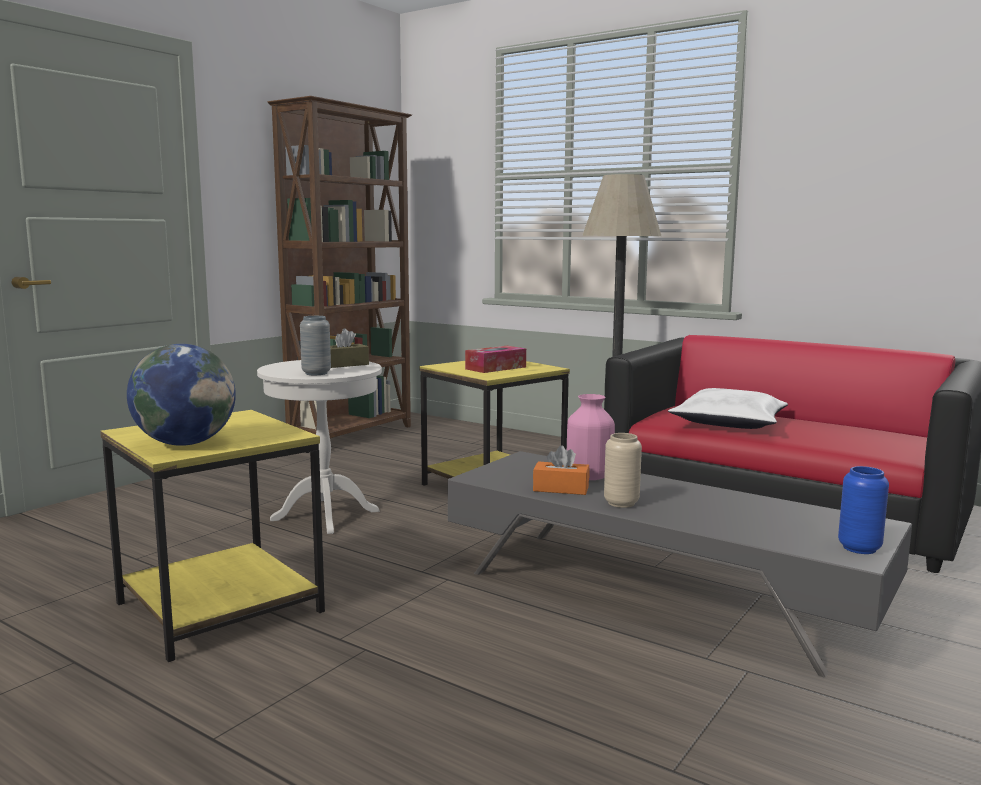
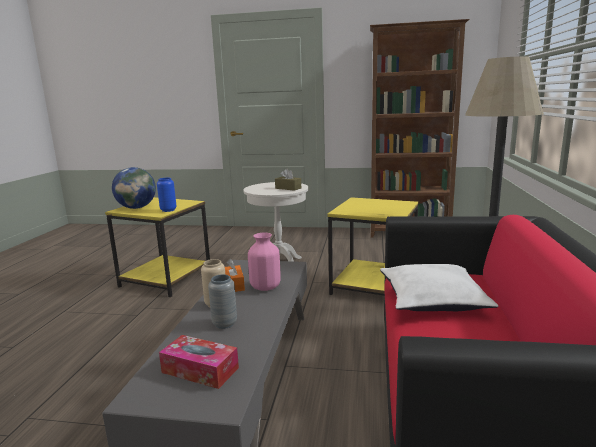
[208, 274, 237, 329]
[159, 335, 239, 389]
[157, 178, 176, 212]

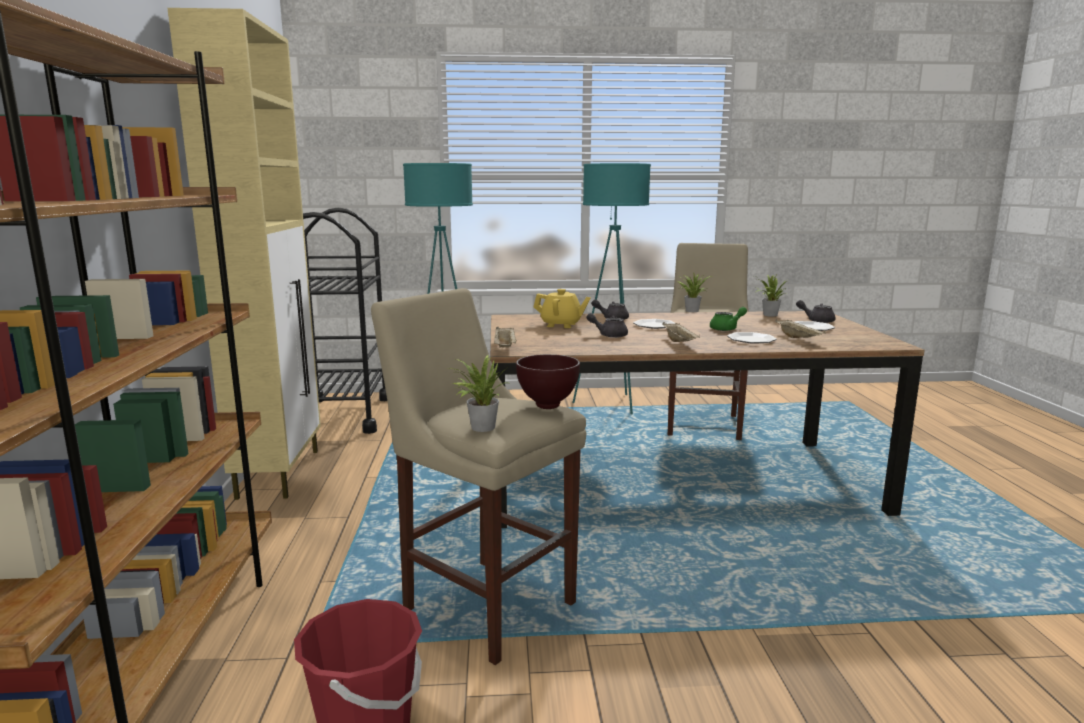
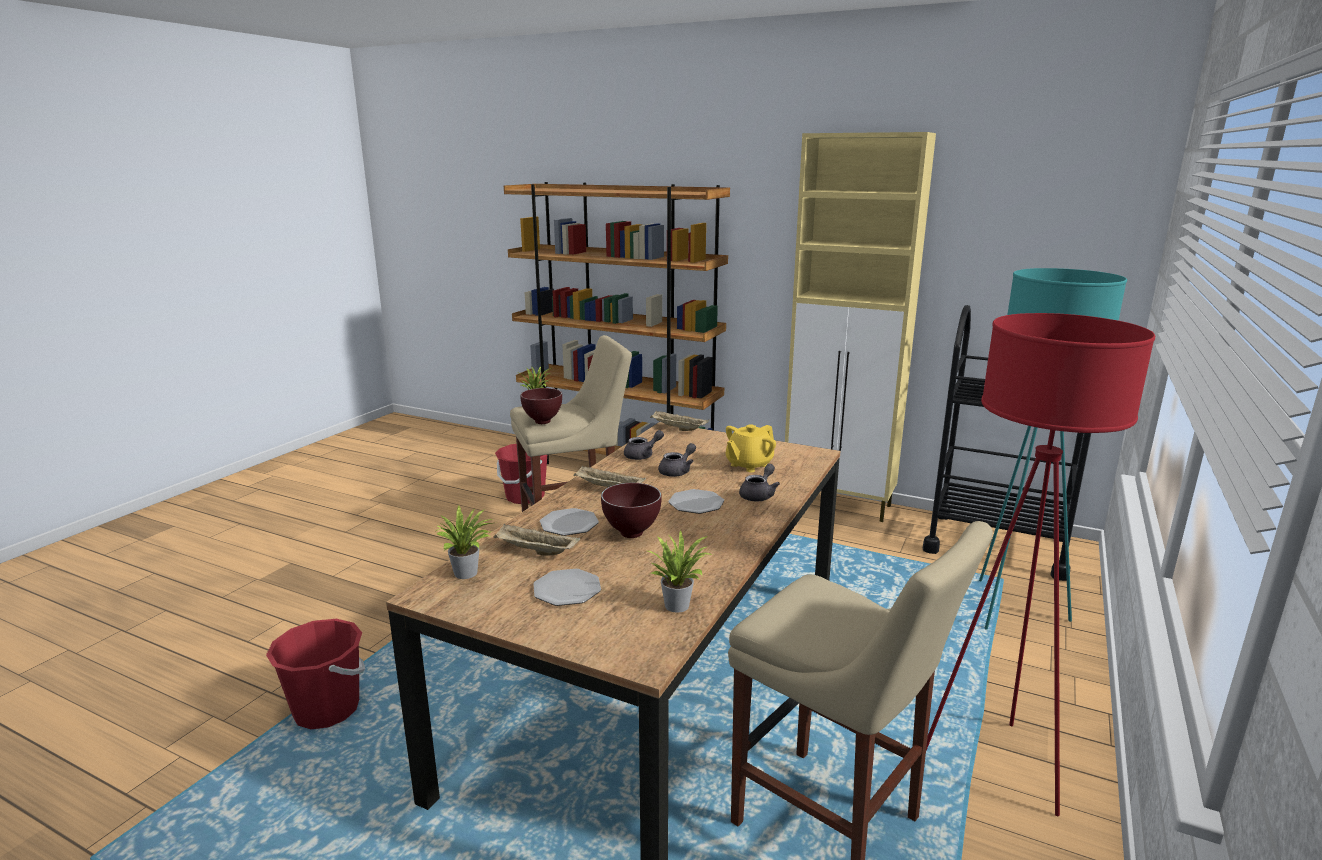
[926, 313, 1155, 816]
[436, 506, 493, 579]
[601, 483, 662, 538]
[624, 430, 664, 460]
[266, 619, 365, 729]

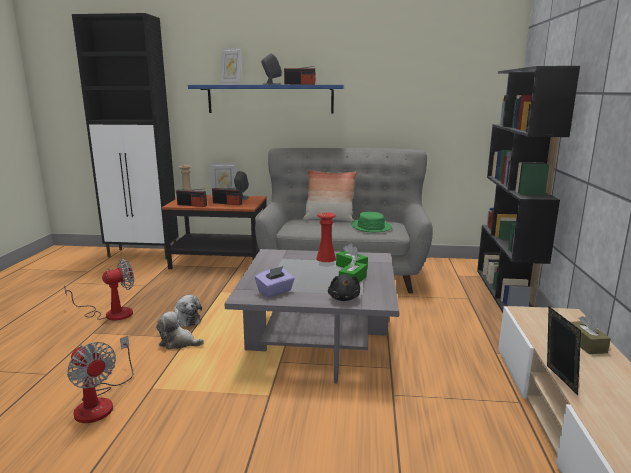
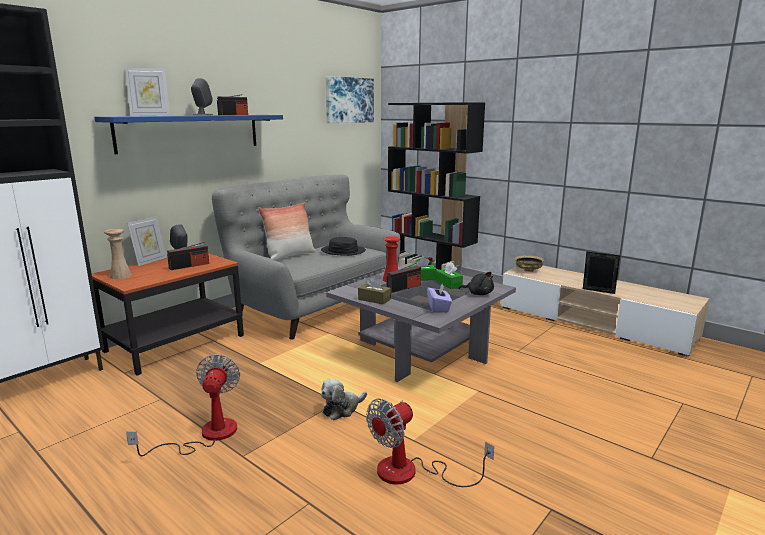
[366, 399, 494, 487]
[174, 295, 202, 327] (first image)
[387, 263, 421, 293]
[321, 237, 366, 256]
[358, 276, 391, 305]
[325, 76, 374, 123]
[515, 256, 545, 272]

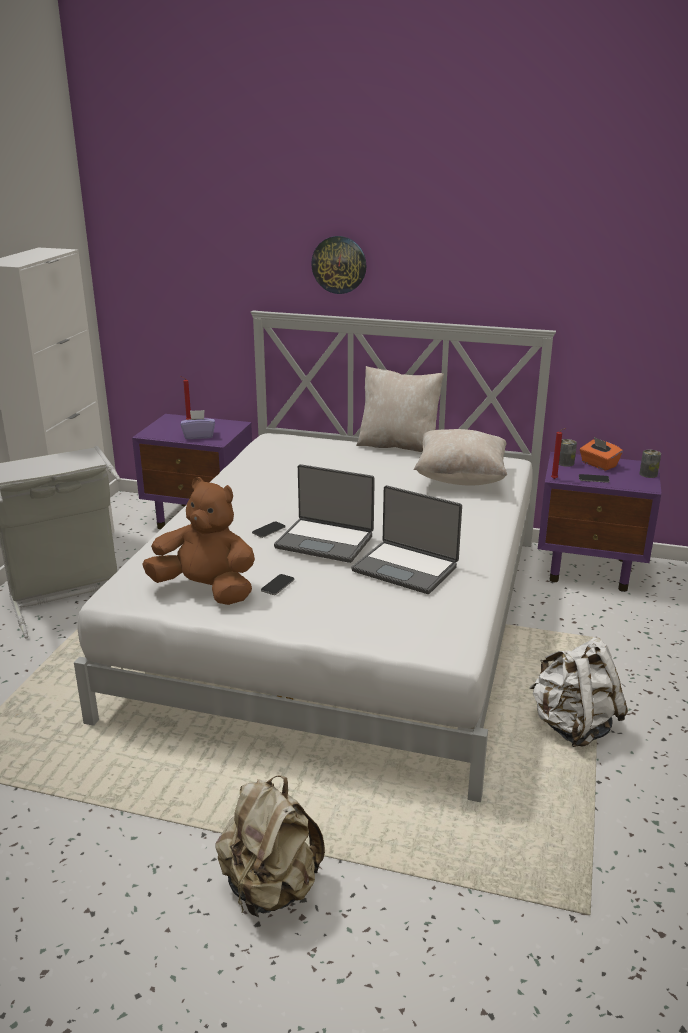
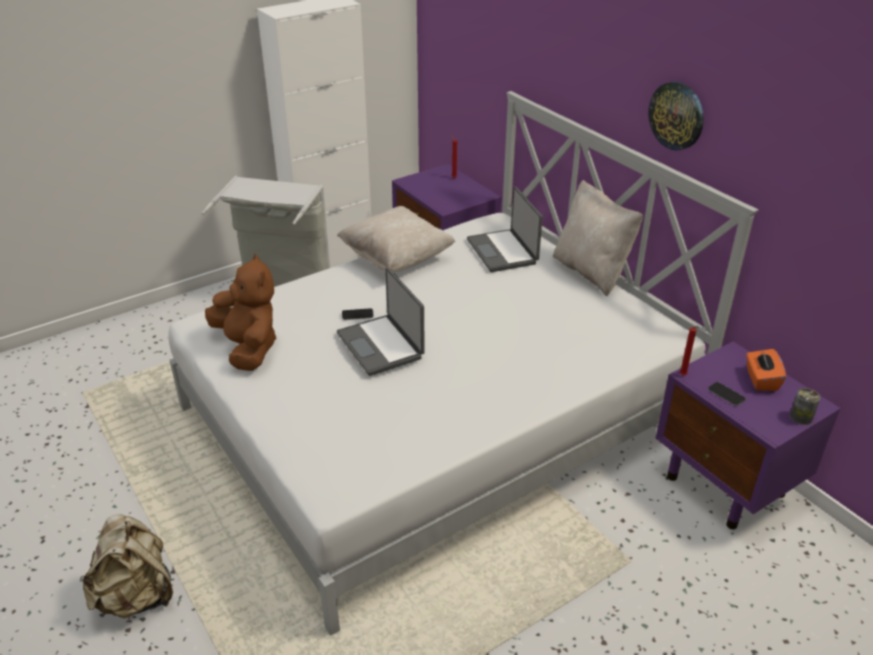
[181, 410, 215, 439] (first image)
[261, 574, 294, 595] (first image)
[648, 82, 704, 151]
[467, 187, 543, 272]
[337, 206, 455, 272]
[530, 637, 628, 747] (first image)
[559, 439, 577, 467] (first image)

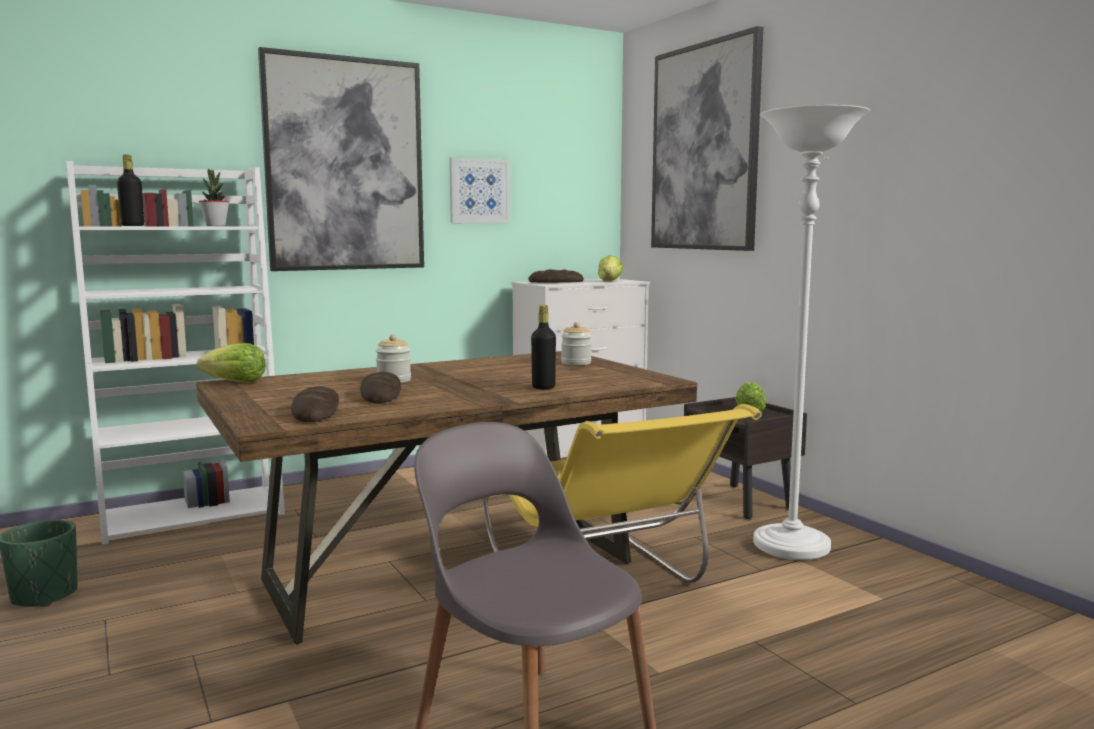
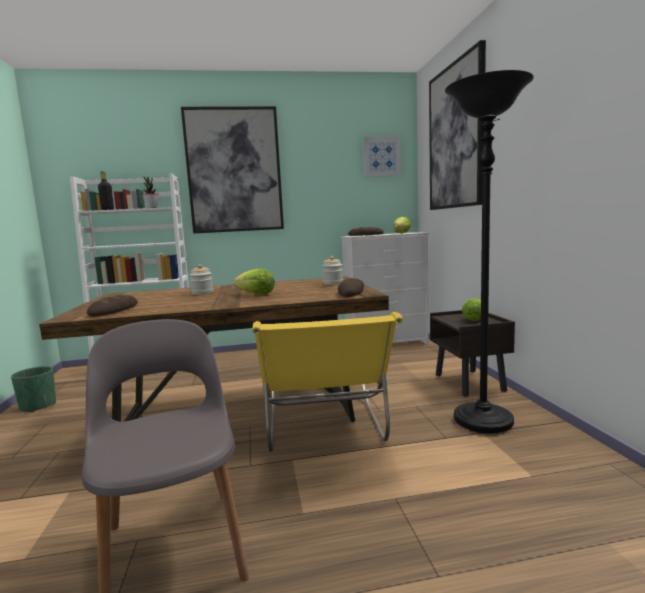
[233, 268, 275, 295]
[338, 278, 364, 297]
[363, 136, 401, 177]
[531, 305, 556, 389] (first image)
[445, 70, 534, 434]

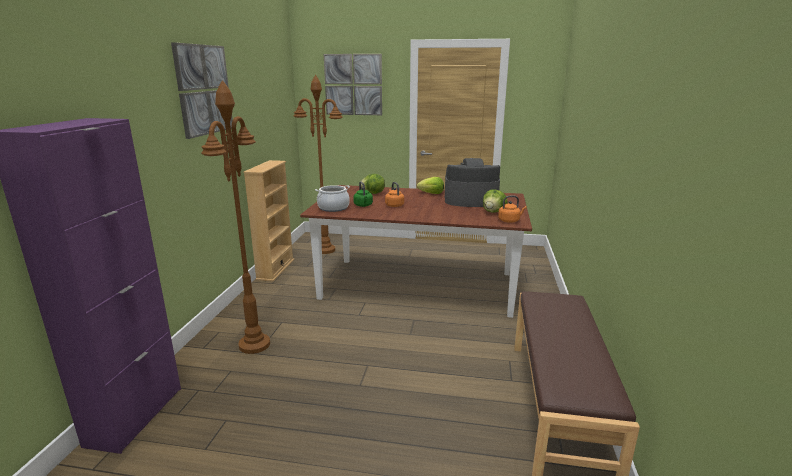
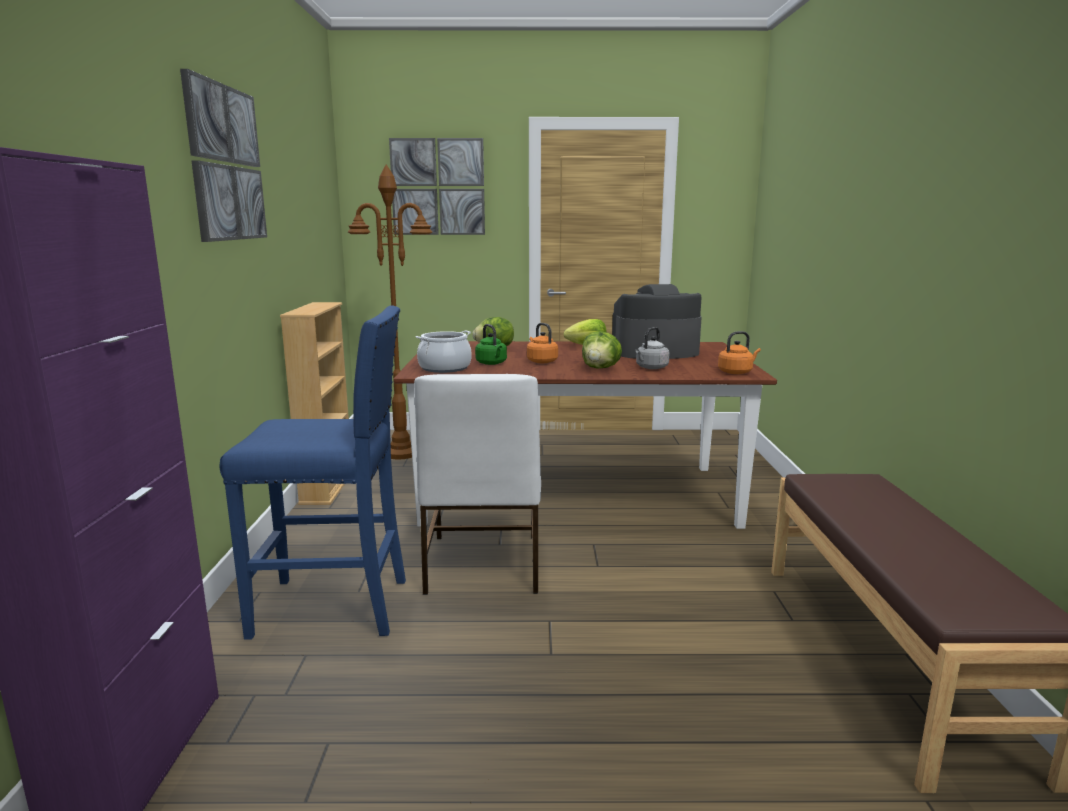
[220, 305, 406, 640]
[582, 331, 622, 369]
[414, 374, 541, 595]
[636, 327, 670, 369]

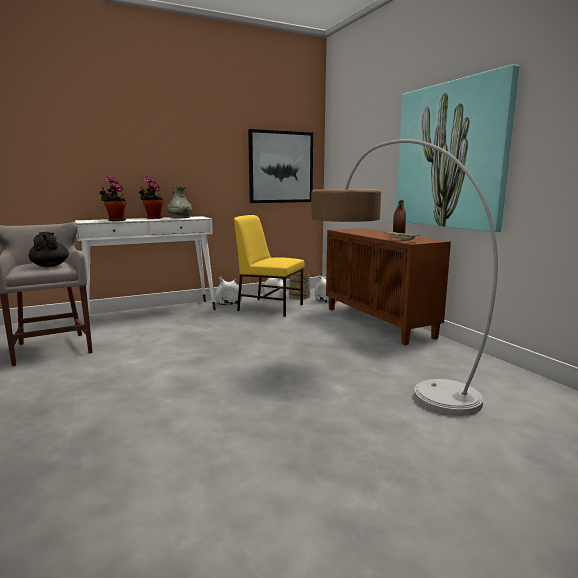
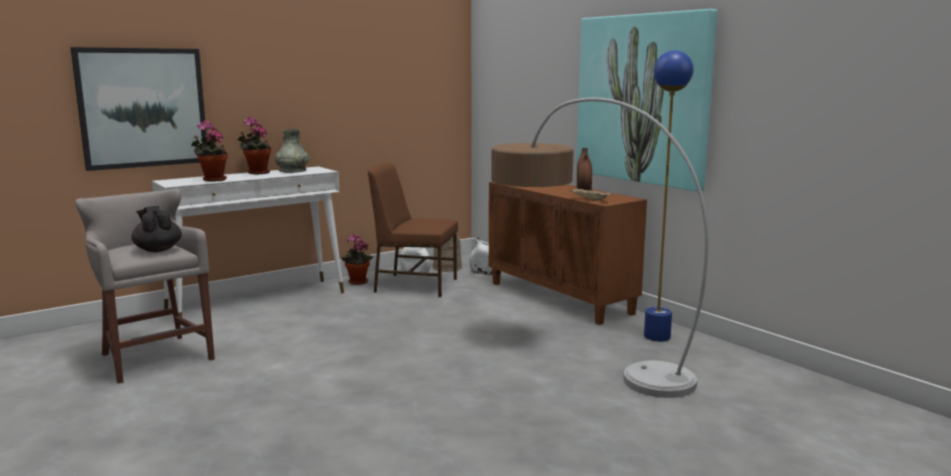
[342, 234, 373, 285]
[368, 163, 458, 297]
[70, 47, 207, 171]
[644, 50, 694, 342]

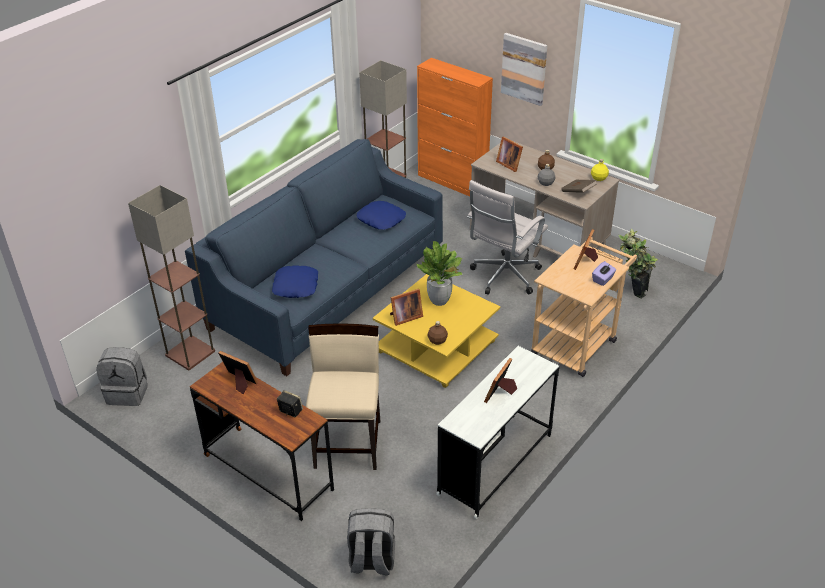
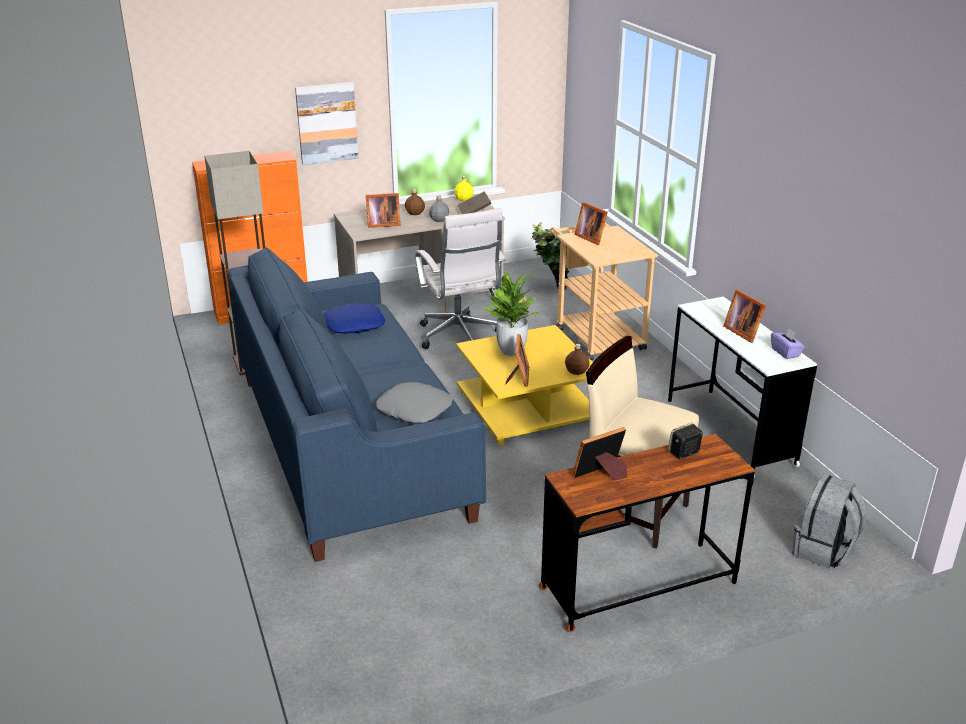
[96, 347, 147, 406] (first image)
[128, 185, 215, 370] (first image)
[376, 382, 453, 423]
[771, 328, 805, 359]

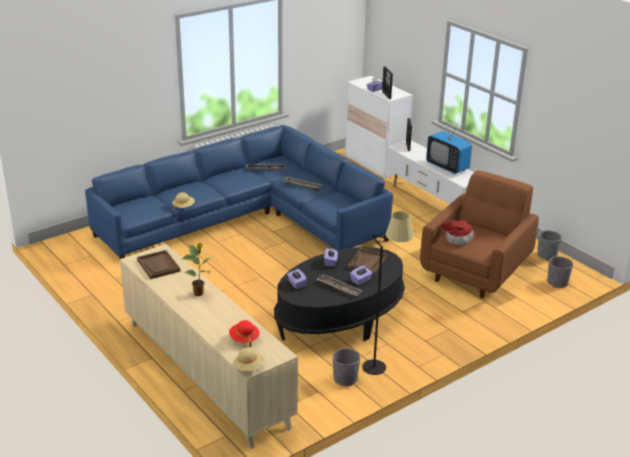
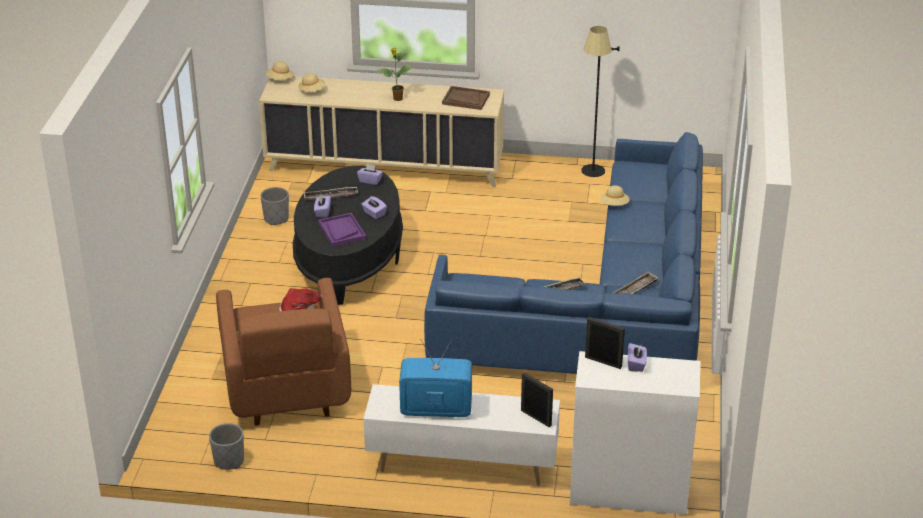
[298, 73, 325, 92]
[318, 213, 366, 246]
[581, 26, 620, 177]
[547, 256, 573, 288] (first image)

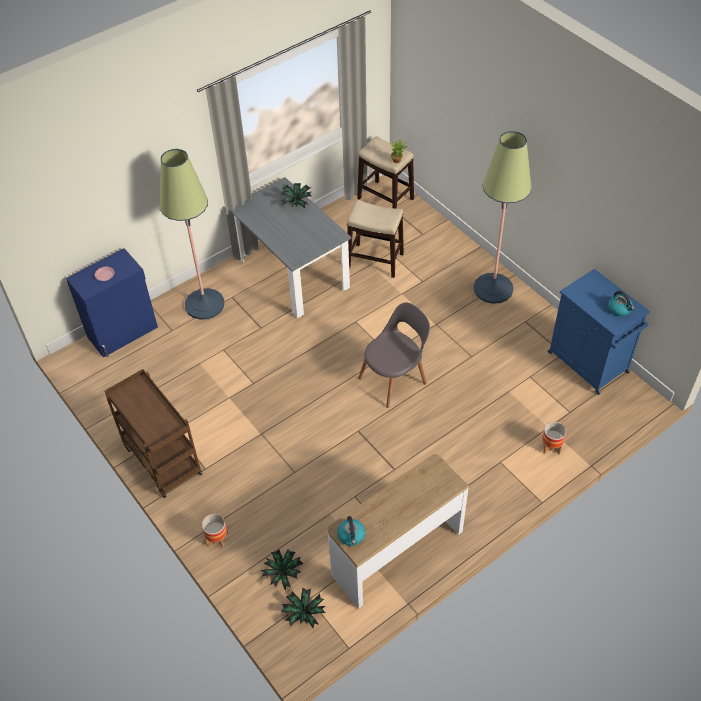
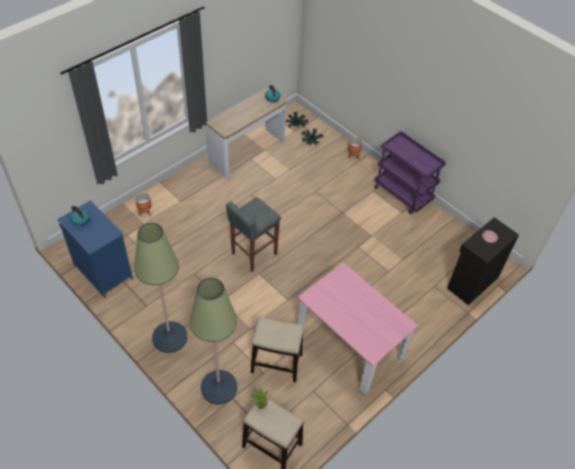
[447, 217, 519, 305]
[374, 131, 446, 214]
[190, 278, 237, 405]
[297, 262, 418, 395]
[281, 183, 311, 208] (first image)
[226, 197, 281, 272]

